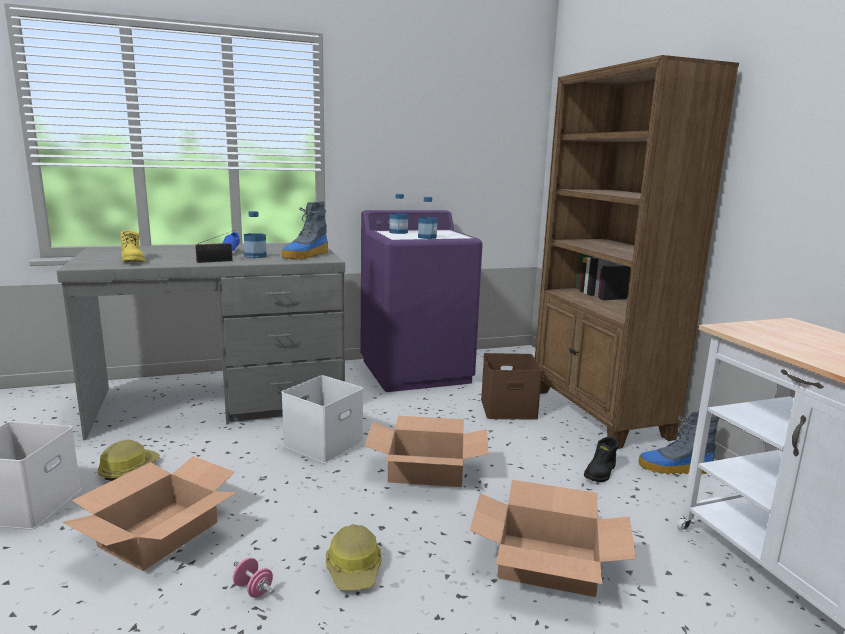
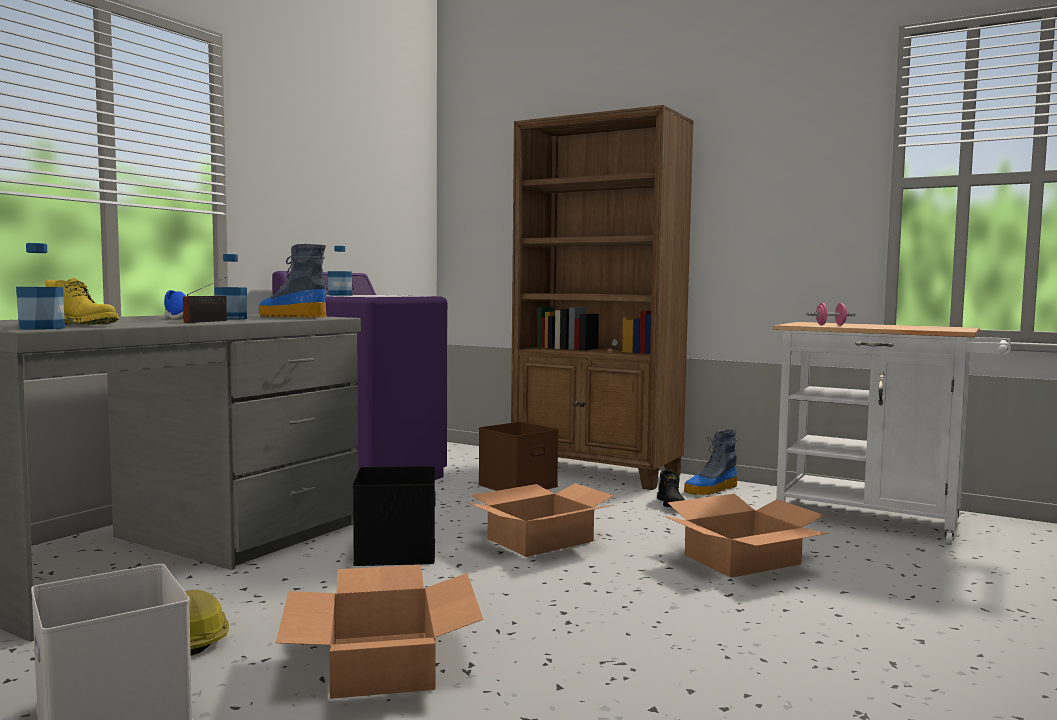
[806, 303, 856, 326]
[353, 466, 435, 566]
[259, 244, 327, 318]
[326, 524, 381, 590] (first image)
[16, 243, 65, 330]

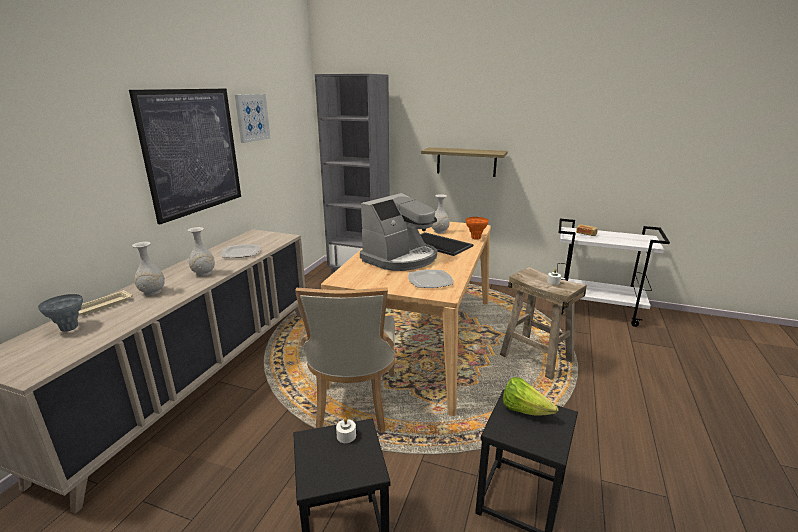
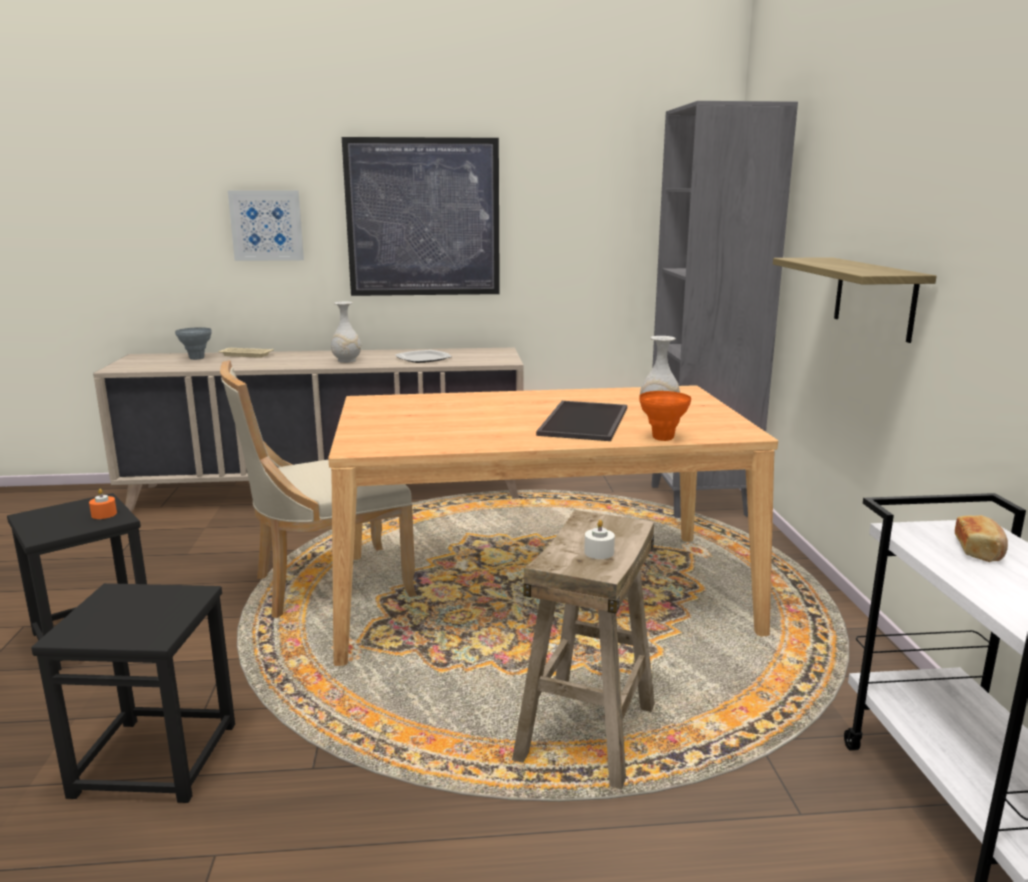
[132, 242, 165, 296] (first image)
[228, 190, 304, 261]
[89, 489, 117, 519]
[360, 193, 437, 271] (first image)
[408, 270, 453, 288] (first image)
[503, 377, 558, 416] (first image)

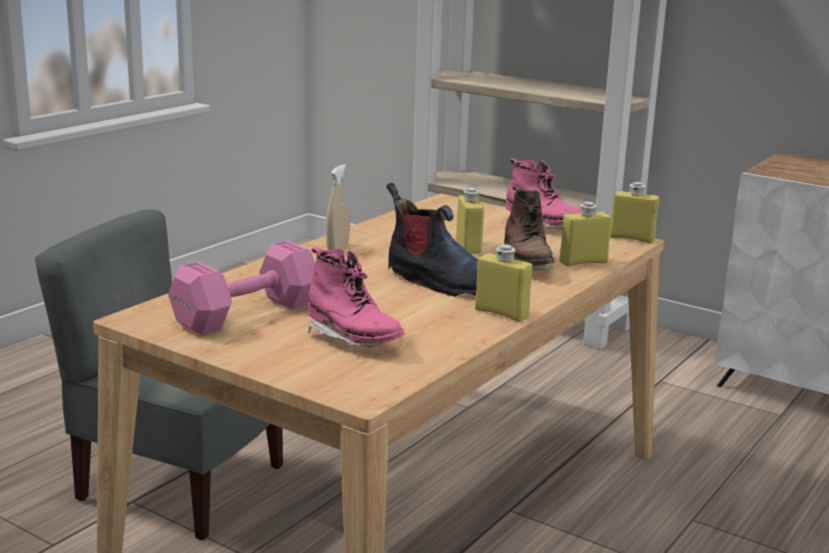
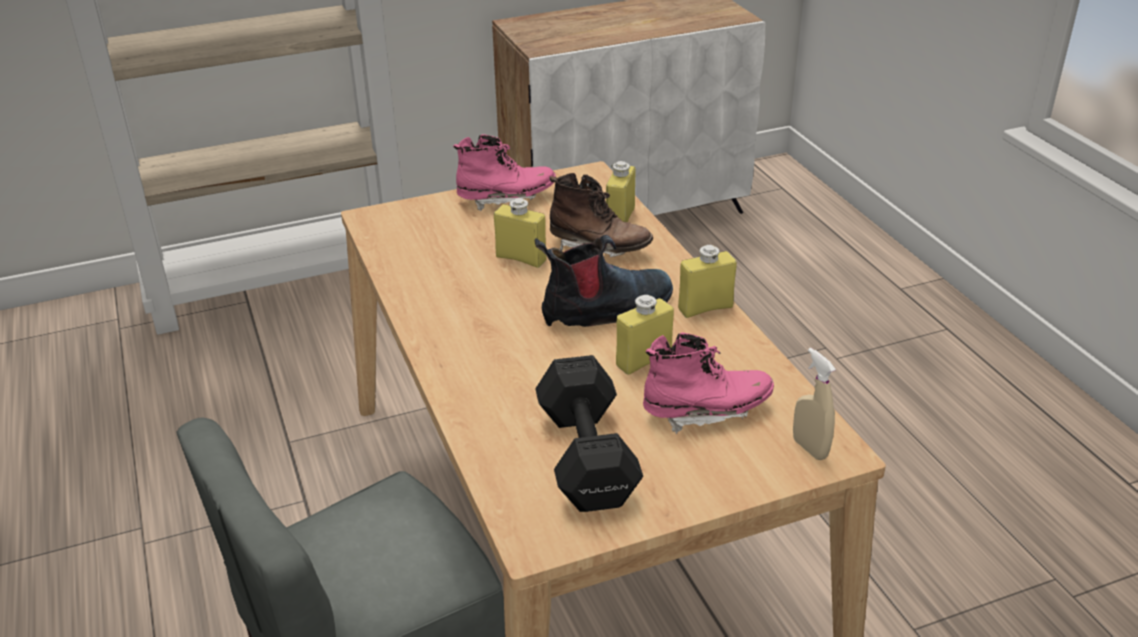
[535, 355, 643, 512]
[793, 348, 836, 460]
[616, 295, 674, 375]

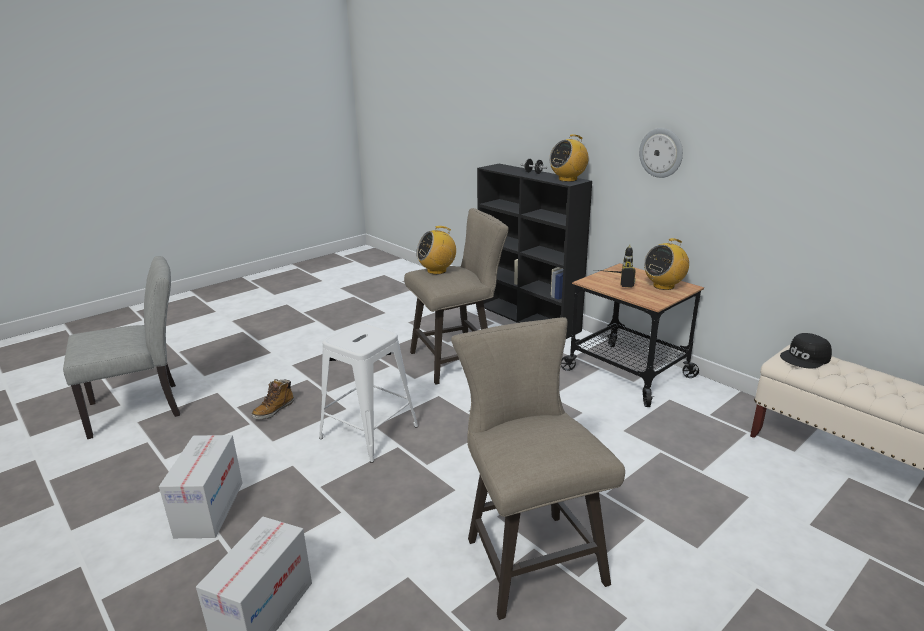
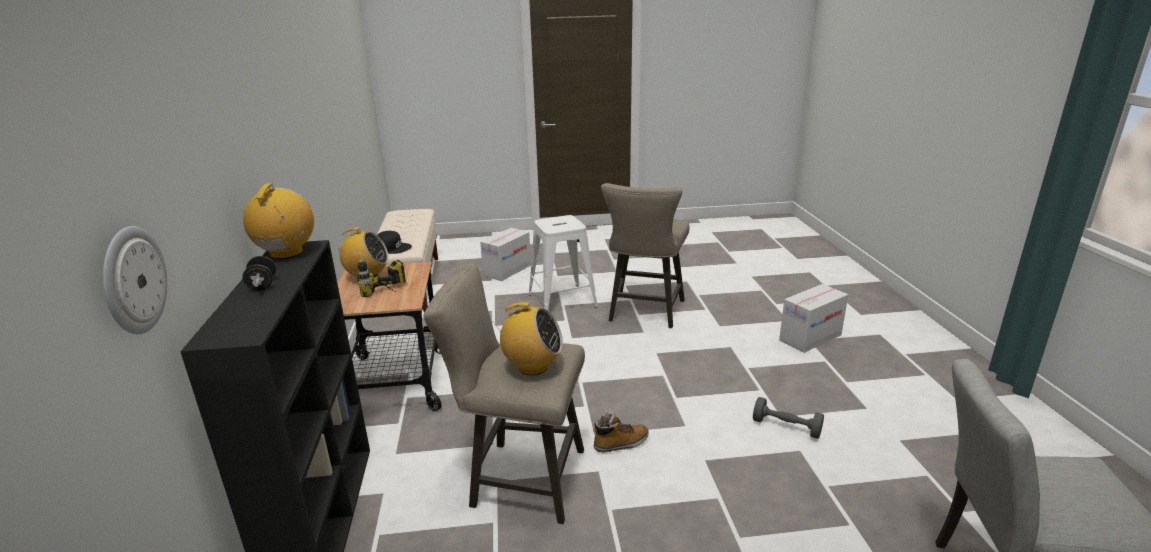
[480, 228, 531, 281]
[593, 412, 649, 453]
[529, 215, 598, 310]
[243, 183, 314, 259]
[103, 226, 167, 334]
[753, 397, 824, 439]

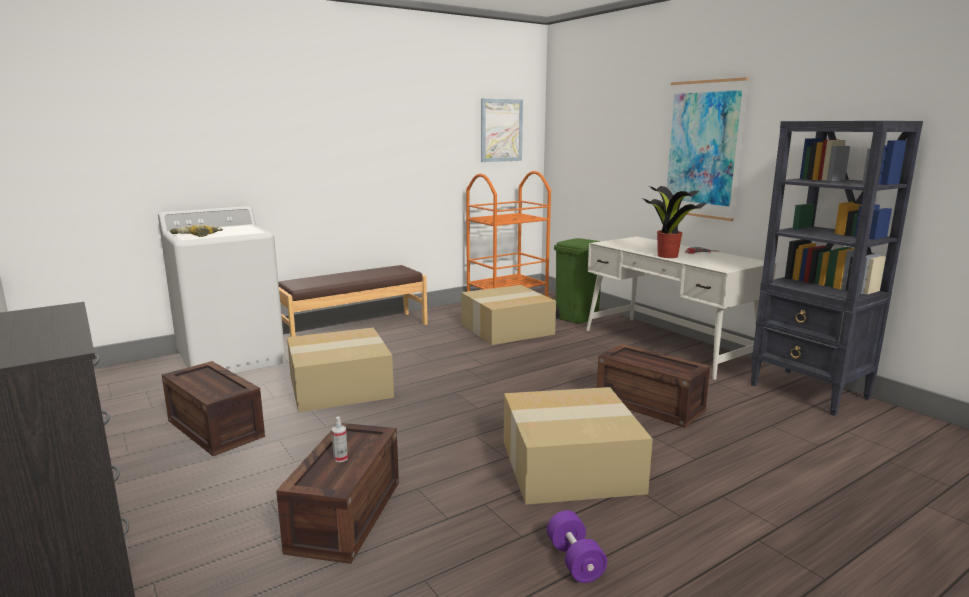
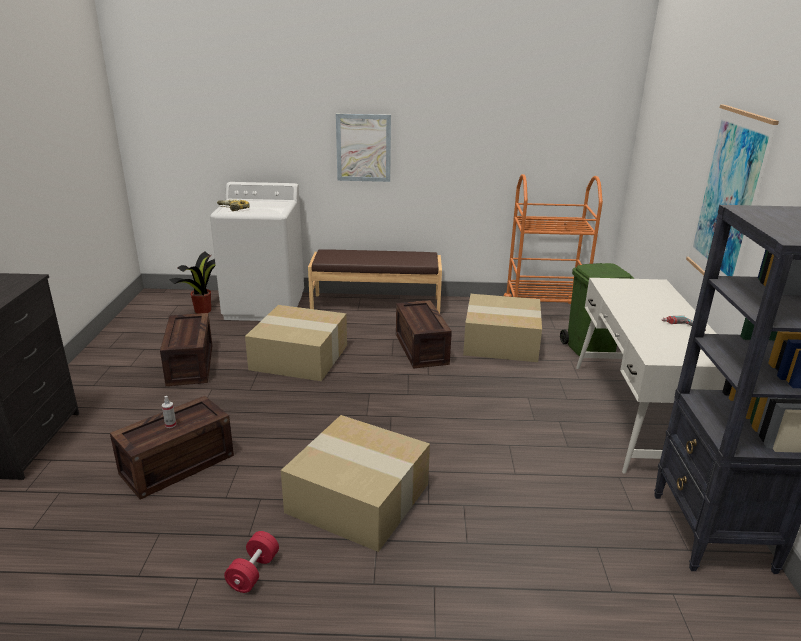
[336, 114, 391, 182]
[224, 531, 279, 593]
[396, 300, 452, 369]
[169, 251, 215, 314]

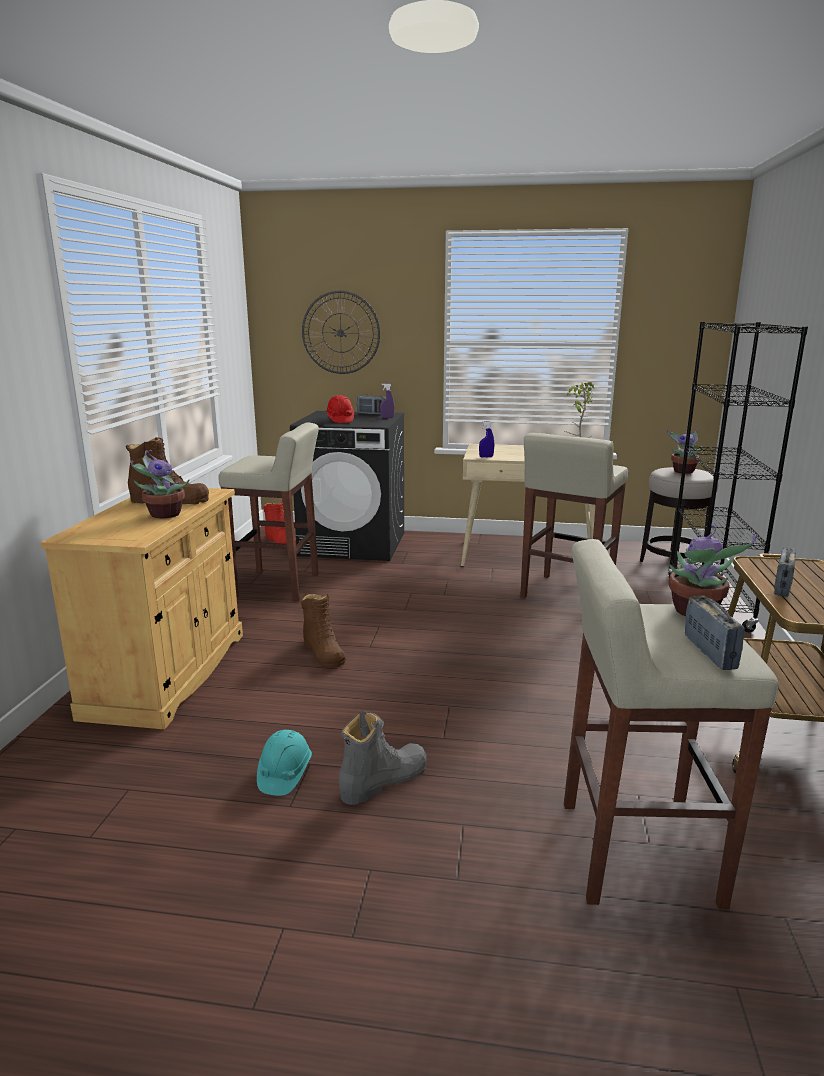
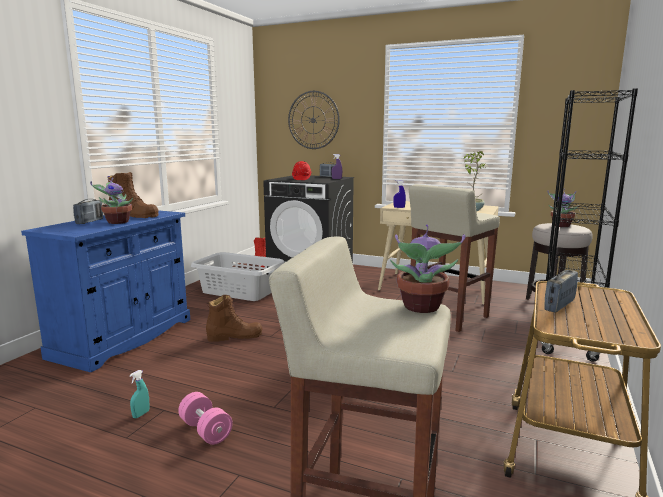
[21, 211, 190, 372]
[191, 252, 285, 301]
[129, 370, 149, 418]
[206, 295, 262, 342]
[178, 392, 233, 445]
[73, 199, 103, 224]

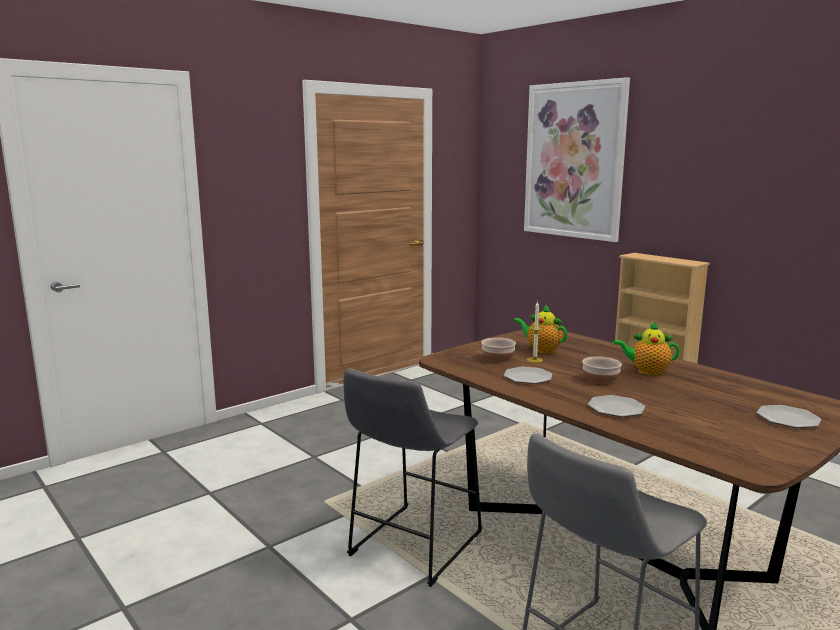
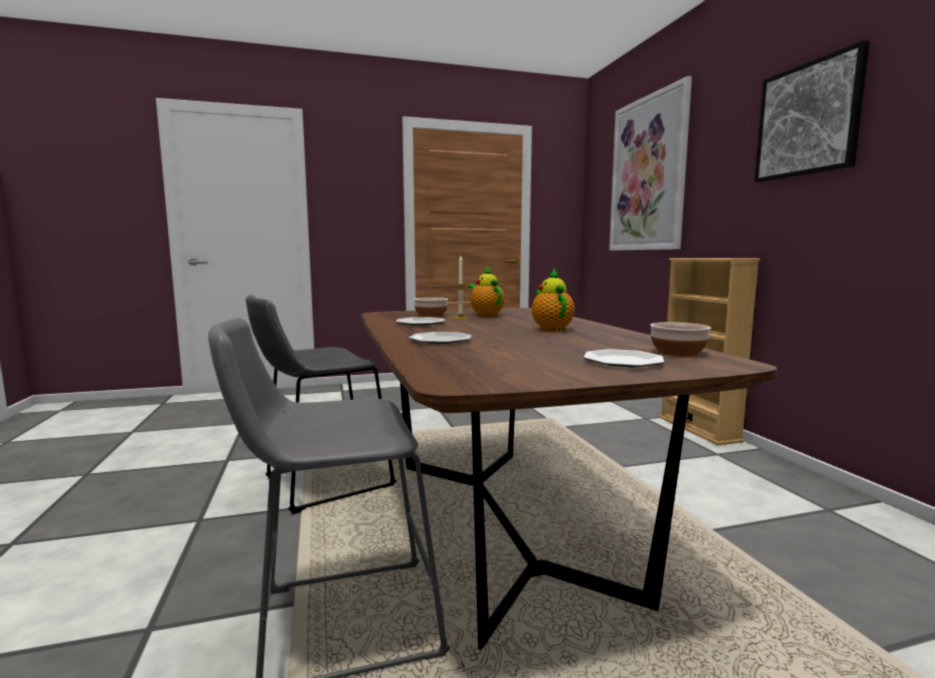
[650, 322, 711, 357]
[532, 269, 575, 331]
[754, 40, 870, 182]

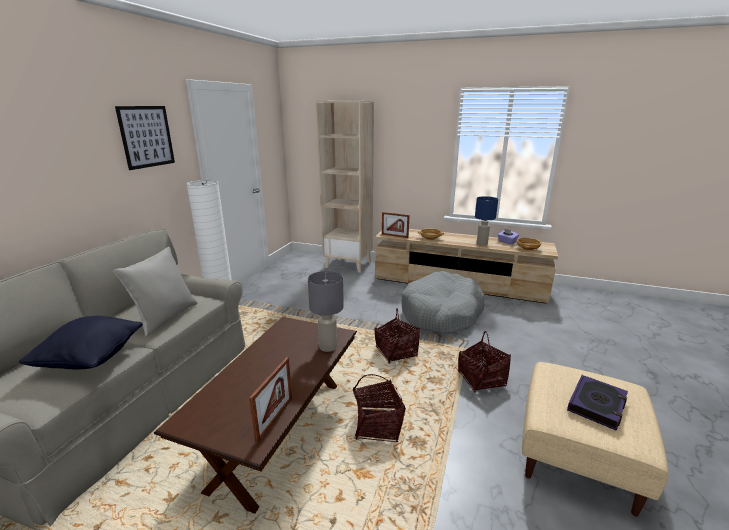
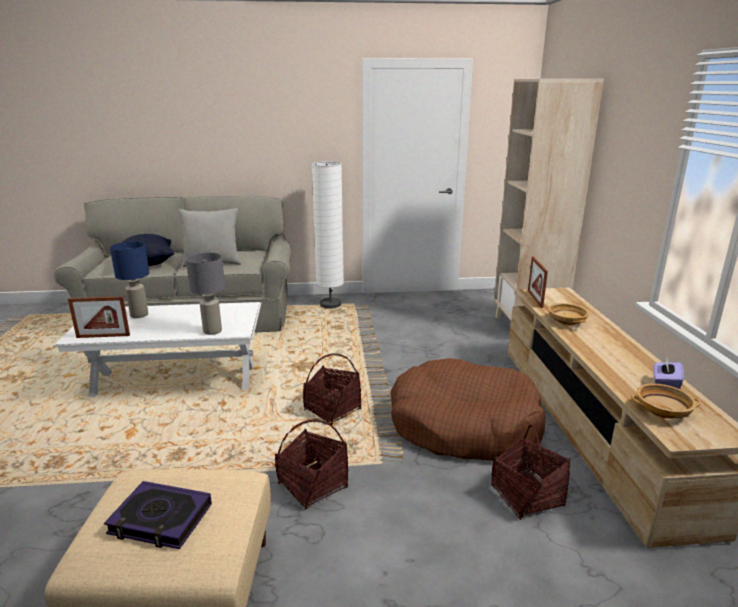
[115, 106, 175, 170] (first image)
[53, 302, 261, 397]
[491, 425, 570, 520]
[391, 358, 546, 461]
[110, 241, 149, 318]

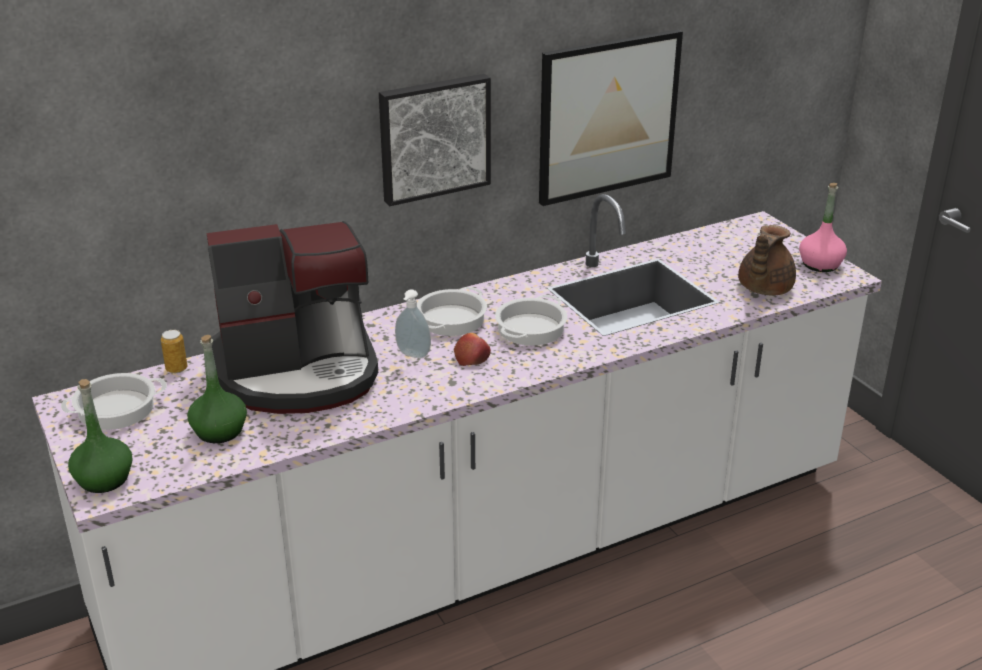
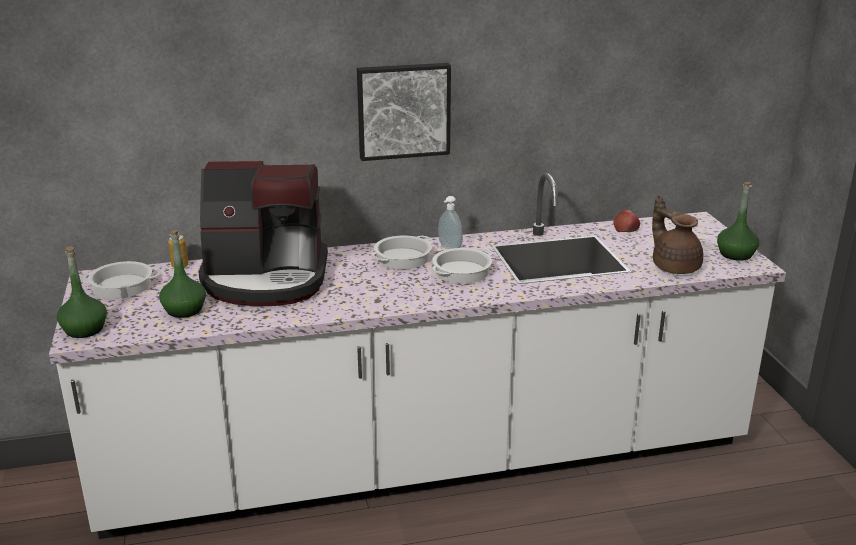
[438, 196, 463, 249]
[613, 210, 640, 232]
[539, 30, 683, 206] (first image)
[652, 195, 703, 274]
[717, 182, 759, 261]

